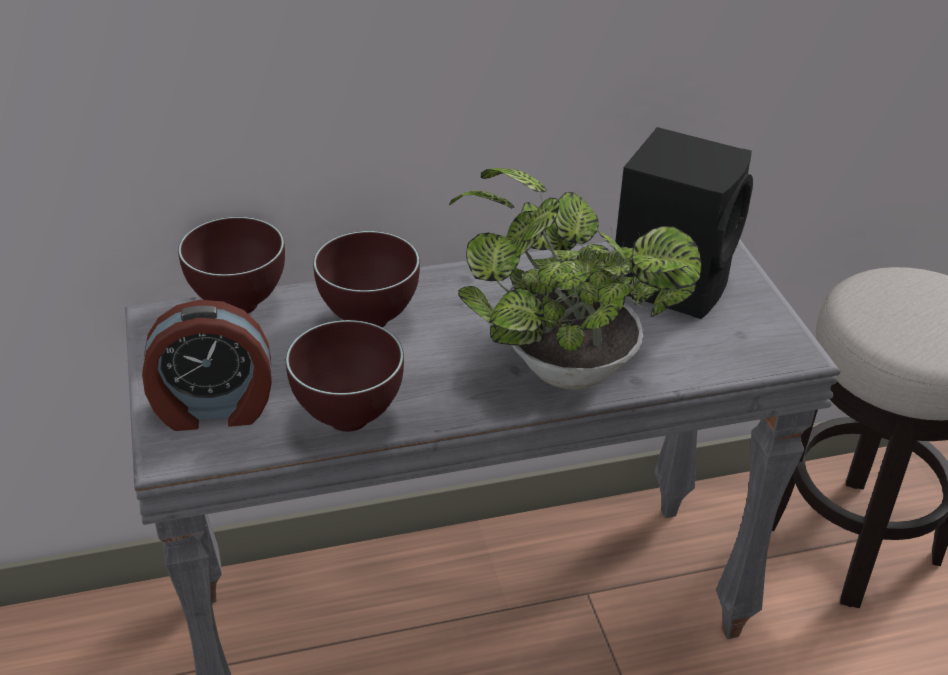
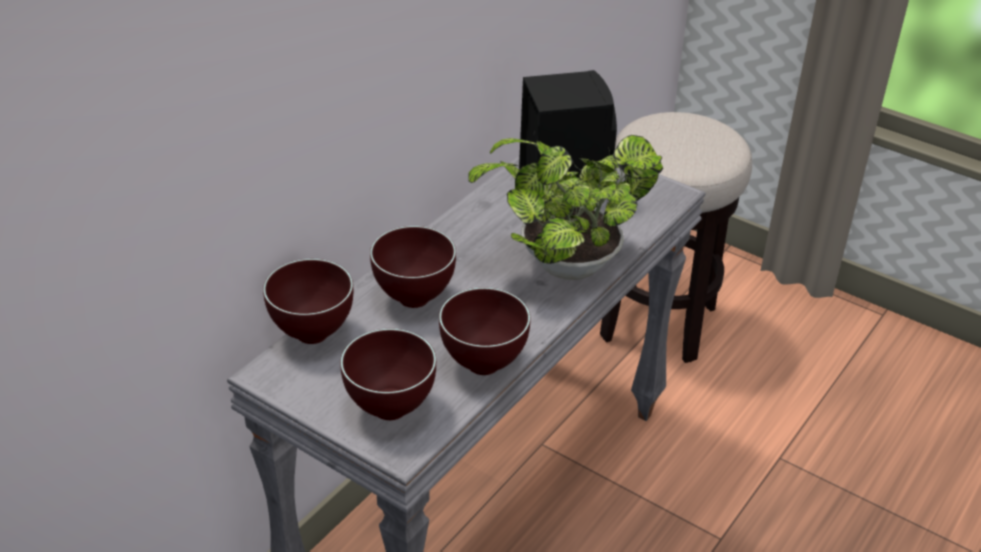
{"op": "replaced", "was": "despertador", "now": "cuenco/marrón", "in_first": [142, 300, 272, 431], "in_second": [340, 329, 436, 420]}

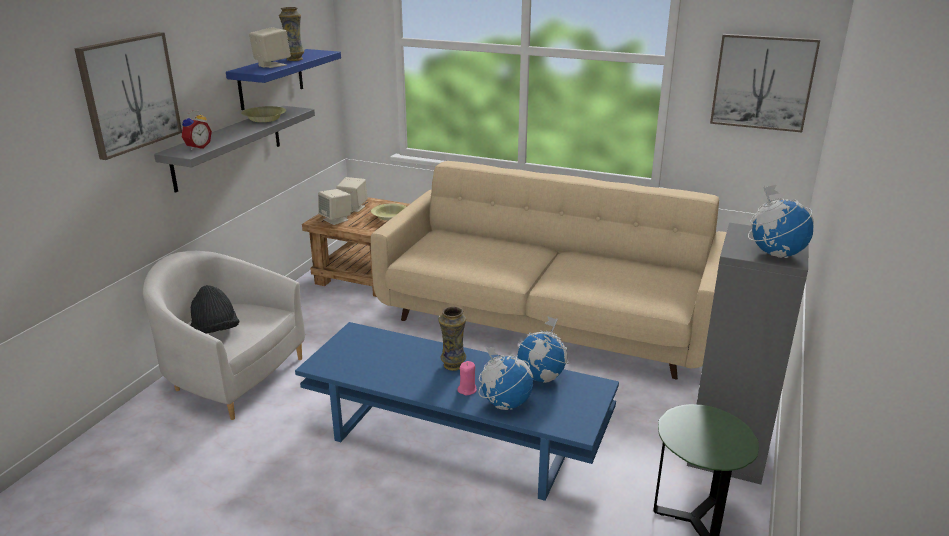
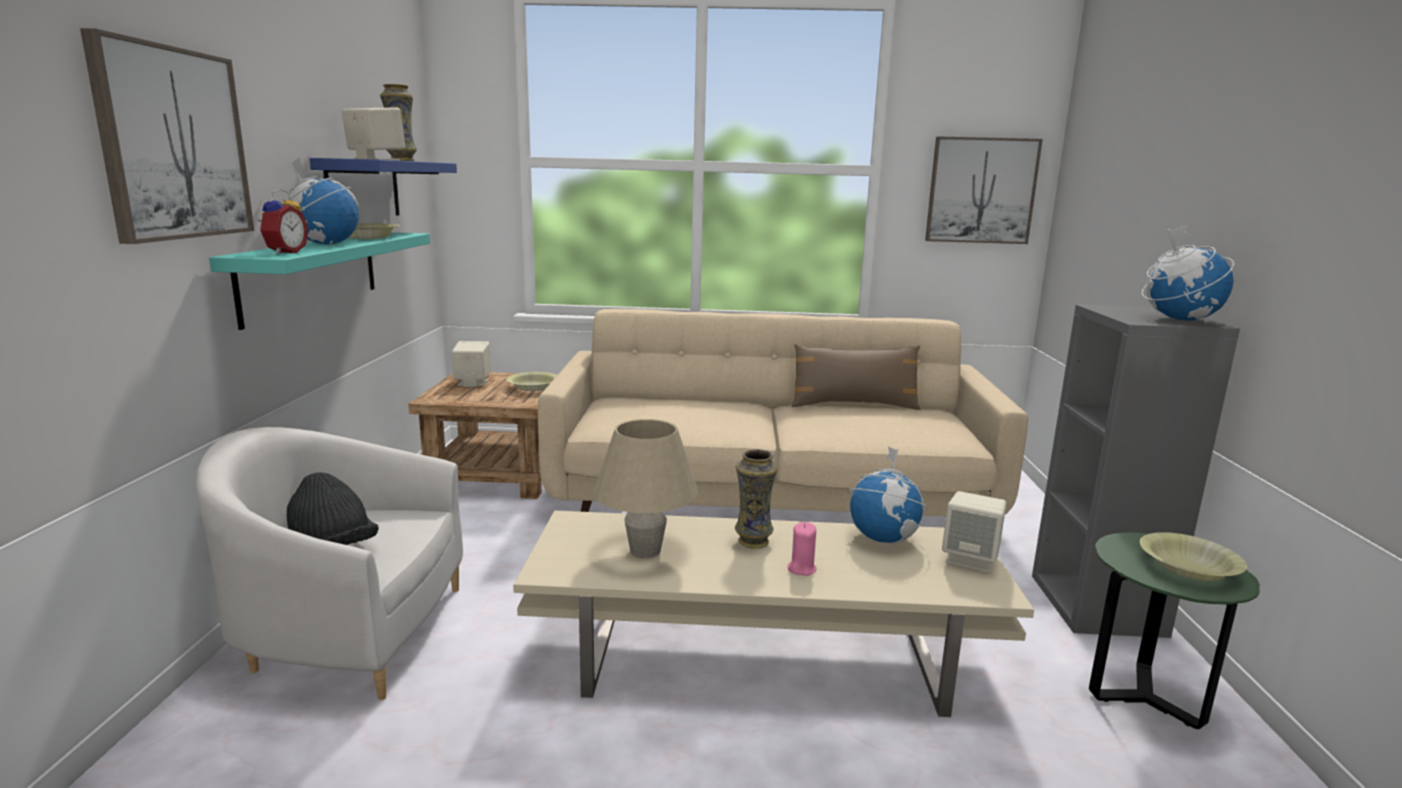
{"op": "recoloured", "was": "estante/gris", "now": "estante/turquesa", "in_first": [154, 106, 315, 193], "in_second": [209, 232, 430, 330]}
{"op": "recoloured", "was": "mesa de centro/azul", "now": "mesa de centro/beis", "in_first": [295, 322, 619, 501], "in_second": [513, 511, 1034, 717]}
{"op": "moved", "was": "altavoz/beis", "in_first": [318, 189, 351, 225], "in_second": [942, 491, 1006, 573]}
{"op": "moved", "was": "globo terráqueo", "in_first": [479, 347, 534, 410], "in_second": [288, 157, 359, 245]}
{"op": "added", "now": "lámpara de mesa/beis", "in_second": [593, 419, 698, 558]}
{"op": "added", "now": "cojín/marrón", "in_second": [792, 344, 921, 410]}
{"op": "added", "now": "cuenco/amarillo", "in_second": [1140, 532, 1247, 581]}

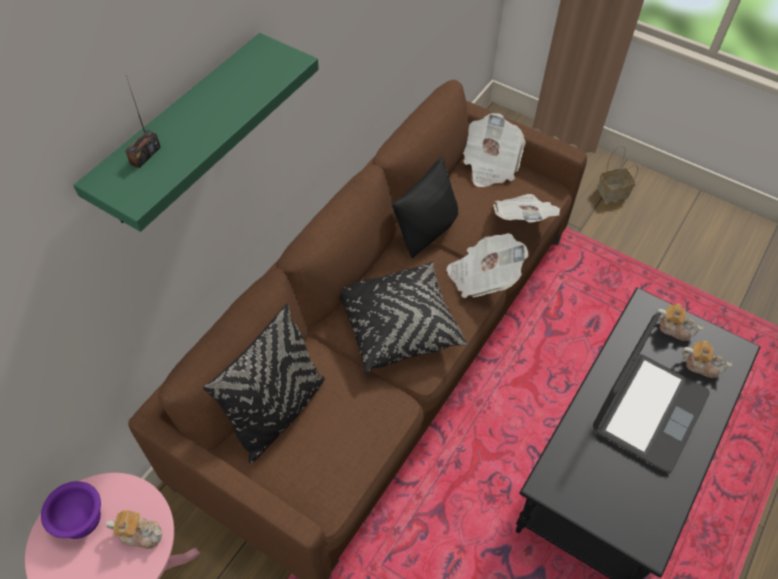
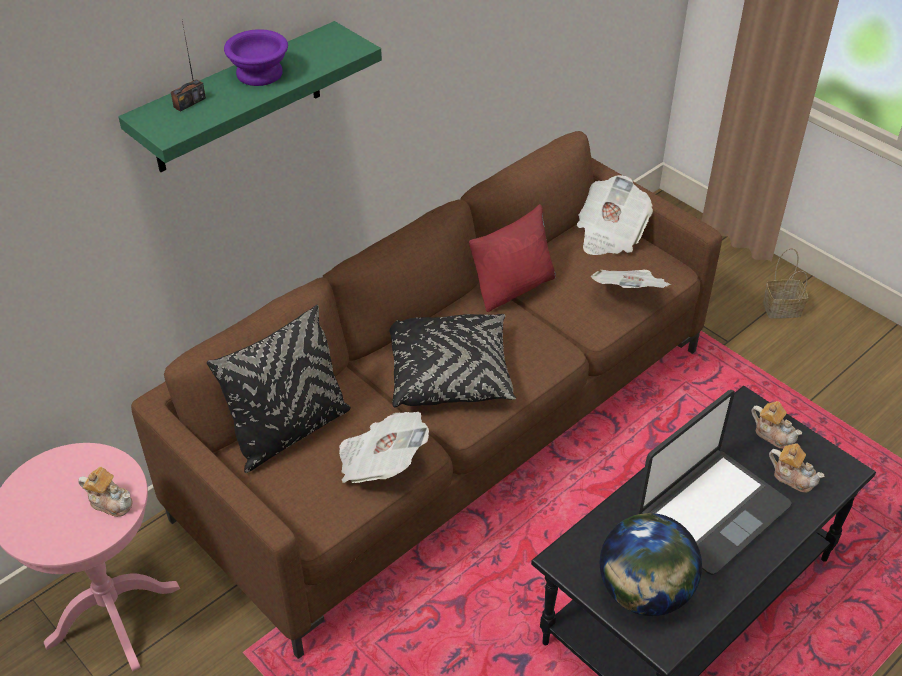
{"op": "moved", "was": "cuenco/morado", "in_first": [41, 481, 101, 539], "in_second": [224, 29, 288, 86]}
{"op": "recoloured", "was": "cojín/negro", "now": "cojín/rojo", "in_first": [392, 157, 458, 258], "in_second": [469, 204, 556, 312]}
{"op": "moved", "was": "periódico", "in_first": [446, 233, 529, 298], "in_second": [339, 412, 429, 483]}
{"op": "added", "now": "globo terráqueo", "in_second": [600, 513, 702, 616]}

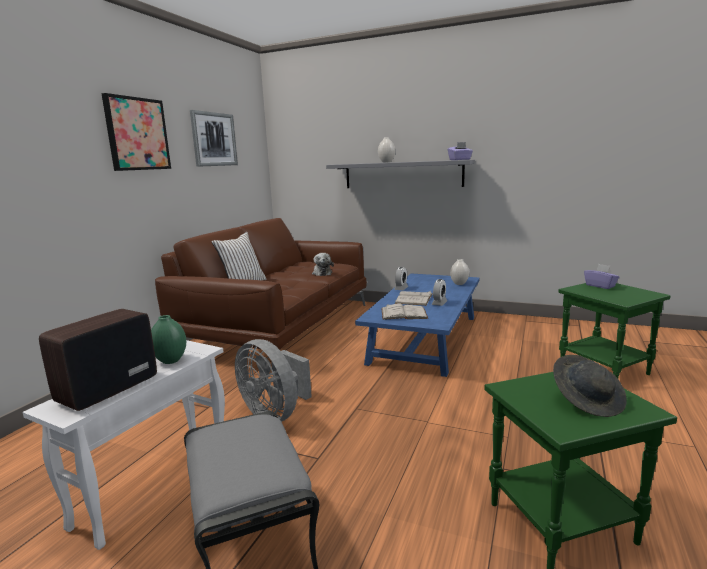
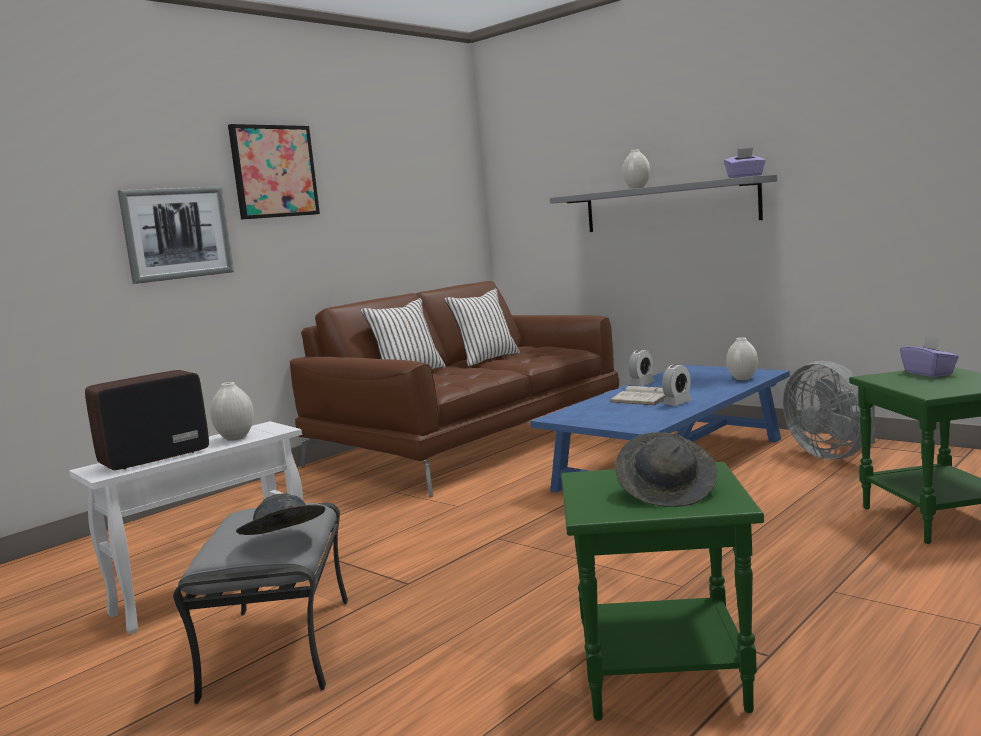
{"op": "recoloured", "was": "florero/verde", "now": "florero/blanco", "in_first": [151, 315, 186, 364], "in_second": [210, 382, 254, 441]}
{"op": "moved", "was": "cuadro", "in_first": [190, 110, 238, 167], "in_second": [118, 187, 234, 284]}
{"op": "moved", "was": "ventilador/gris", "in_first": [235, 339, 312, 422], "in_second": [783, 361, 875, 460]}
{"op": "removed", "was": "peluche", "in_first": [312, 253, 334, 276]}
{"op": "removed", "was": "libro/blanco", "in_first": [381, 303, 428, 320]}
{"op": "added", "now": "sombrero/gris", "in_second": [236, 493, 325, 535]}
{"op": "added", "now": "cojín/blanco", "in_second": [444, 288, 520, 366]}

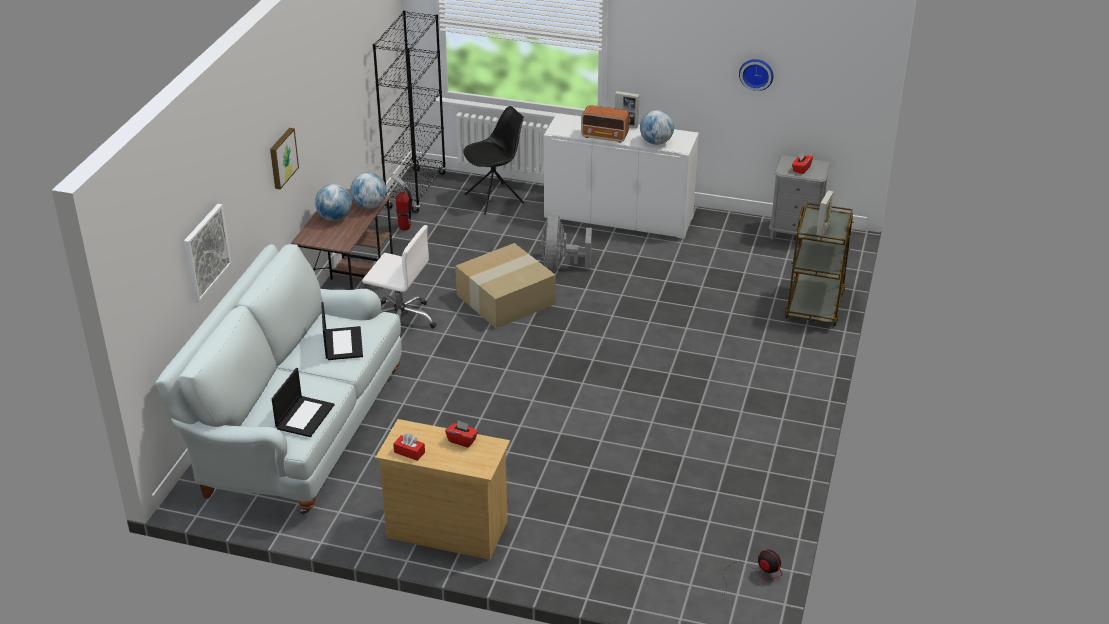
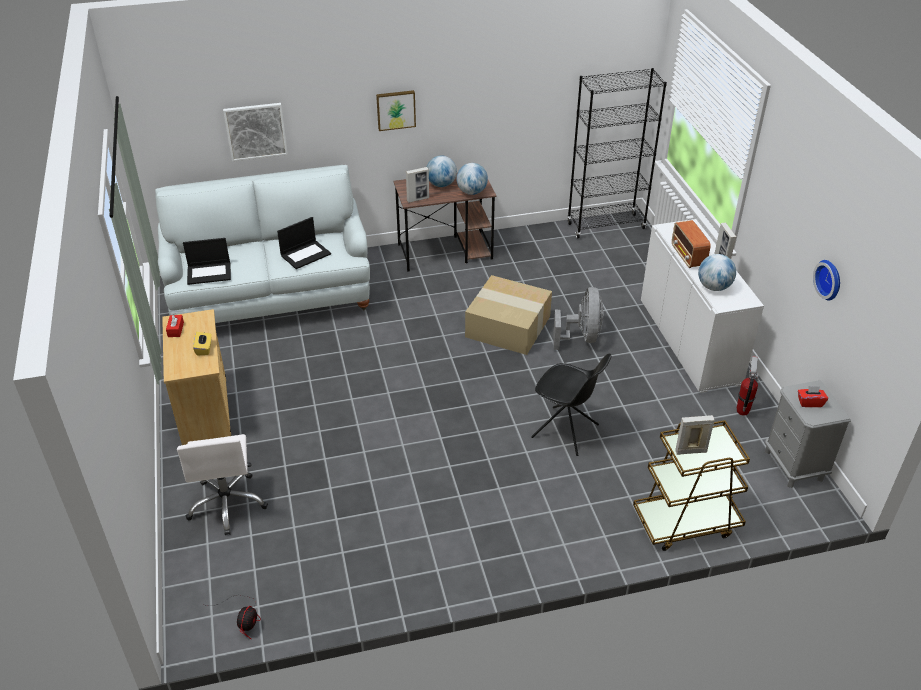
{"op": "moved", "was": "silla de oficina/blanco", "in_first": [362, 225, 437, 329], "in_second": [177, 434, 268, 535]}
{"op": "moved", "was": "extintor", "in_first": [390, 174, 412, 231], "in_second": [737, 356, 759, 416]}
{"op": "recoloured", "was": "caja de pañuelos/rojo", "now": "caja de pañuelos/amarillo", "in_first": [445, 420, 478, 448], "in_second": [193, 331, 212, 356]}
{"op": "moved", "was": "silla/negro", "in_first": [463, 106, 524, 215], "in_second": [531, 353, 611, 456]}
{"op": "turned", "was": "ventilador/gris", "in_first": [541, 214, 592, 272], "in_second": [553, 287, 604, 350], "clockwise": 120}
{"op": "added", "now": "portarretratos", "in_second": [406, 167, 429, 203]}

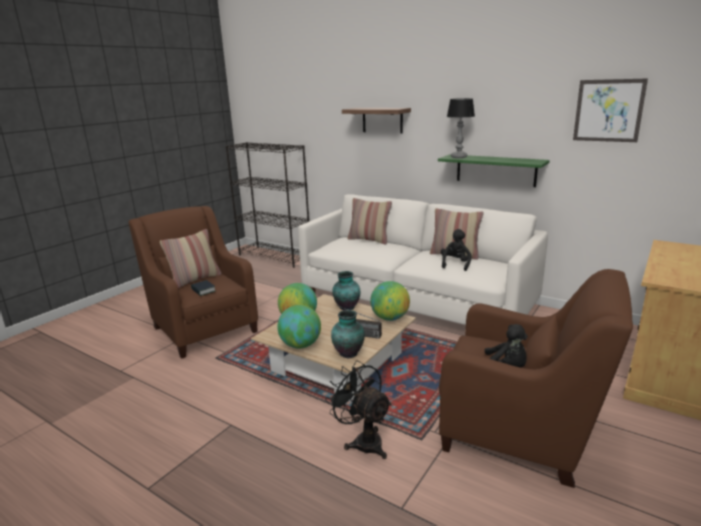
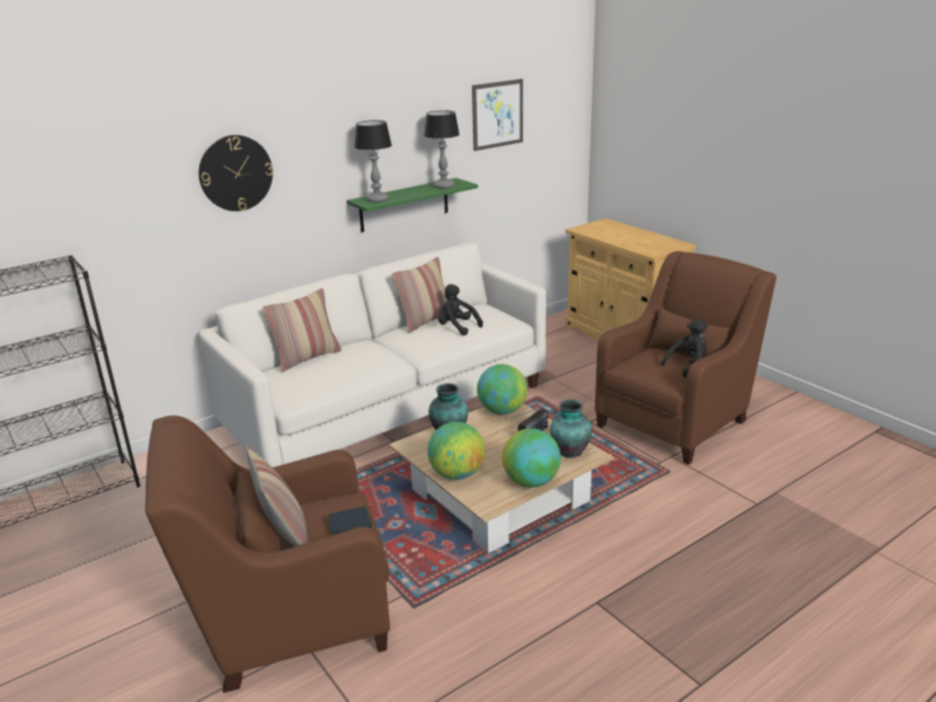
{"op": "removed", "was": "ventilador/negro", "in_first": [325, 360, 392, 459]}
{"op": "replaced", "was": "estante", "now": "reloj de pared", "in_first": [342, 108, 411, 134], "in_second": [199, 135, 273, 211]}
{"op": "added", "now": "lámpara de mesa", "in_second": [424, 110, 460, 189]}

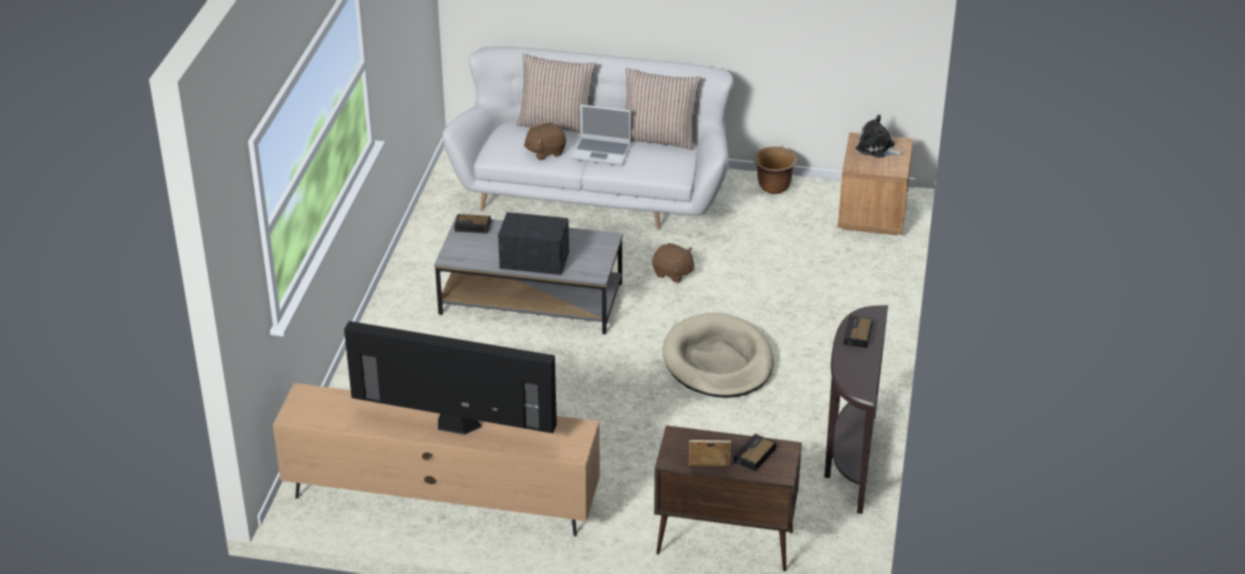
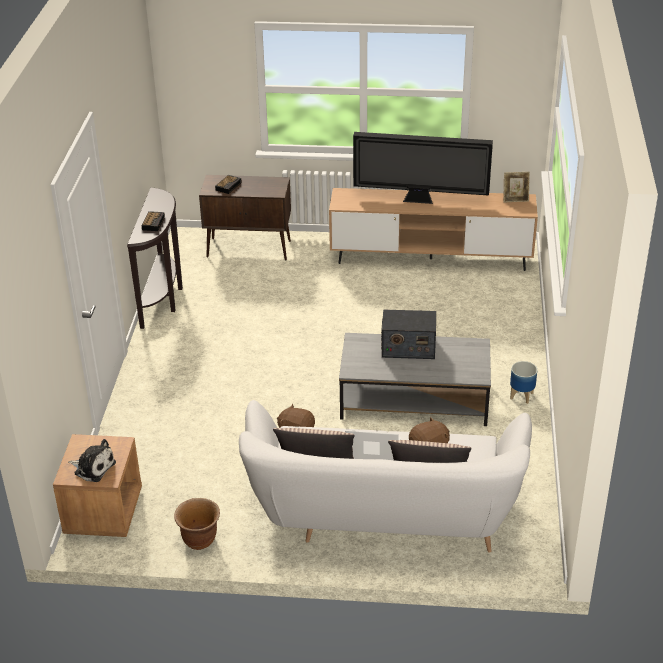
{"op": "removed", "was": "despertador", "in_first": [454, 214, 491, 234]}
{"op": "removed", "was": "cama para perro/beis", "in_first": [663, 313, 774, 398]}
{"op": "moved", "was": "portarretratos", "in_first": [689, 440, 731, 467], "in_second": [503, 172, 530, 203]}
{"op": "added", "now": "maceta", "in_second": [510, 361, 537, 404]}

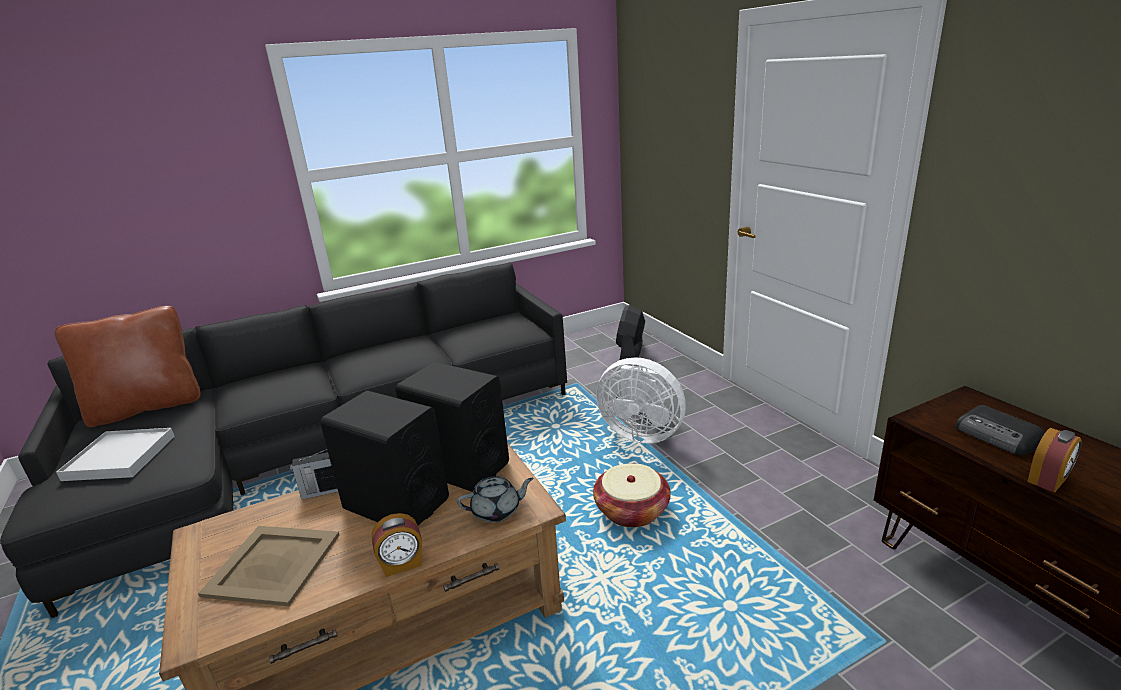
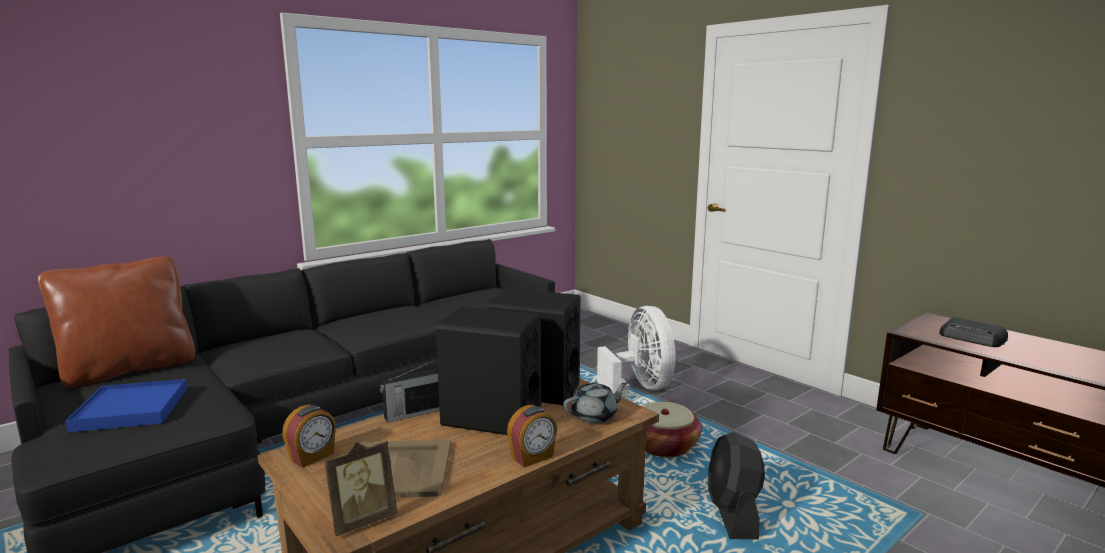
{"op": "recoloured", "was": "bandeja/blanco", "now": "bandeja/azul", "in_first": [56, 428, 175, 481], "in_second": [65, 379, 187, 433]}
{"op": "turned", "was": "ventilador/blanco", "in_first": [596, 358, 686, 444], "in_second": [597, 306, 676, 394], "clockwise": -120}
{"op": "moved", "was": "ventilador/negro", "in_first": [616, 305, 645, 360], "in_second": [708, 432, 765, 539]}
{"op": "moved", "was": "despertador", "in_first": [1027, 428, 1082, 493], "in_second": [282, 405, 336, 468]}
{"op": "added", "now": "portarretratos", "in_second": [324, 440, 397, 536]}

